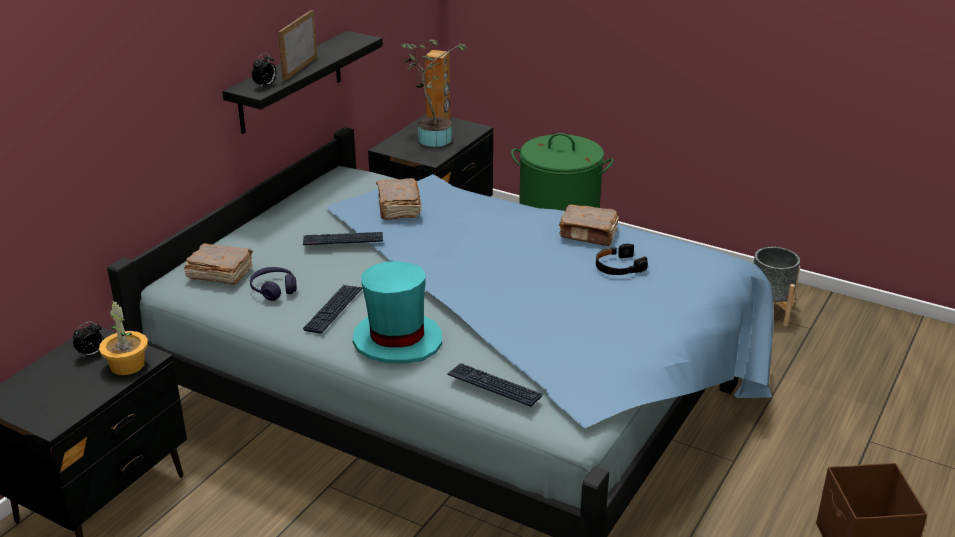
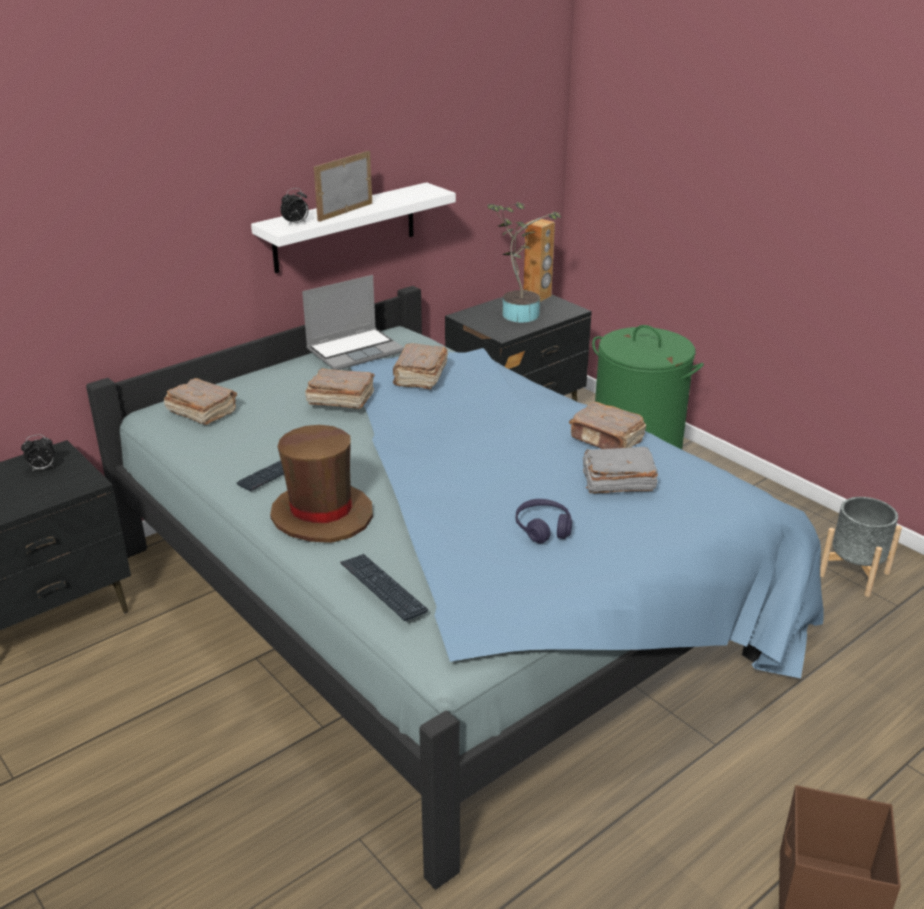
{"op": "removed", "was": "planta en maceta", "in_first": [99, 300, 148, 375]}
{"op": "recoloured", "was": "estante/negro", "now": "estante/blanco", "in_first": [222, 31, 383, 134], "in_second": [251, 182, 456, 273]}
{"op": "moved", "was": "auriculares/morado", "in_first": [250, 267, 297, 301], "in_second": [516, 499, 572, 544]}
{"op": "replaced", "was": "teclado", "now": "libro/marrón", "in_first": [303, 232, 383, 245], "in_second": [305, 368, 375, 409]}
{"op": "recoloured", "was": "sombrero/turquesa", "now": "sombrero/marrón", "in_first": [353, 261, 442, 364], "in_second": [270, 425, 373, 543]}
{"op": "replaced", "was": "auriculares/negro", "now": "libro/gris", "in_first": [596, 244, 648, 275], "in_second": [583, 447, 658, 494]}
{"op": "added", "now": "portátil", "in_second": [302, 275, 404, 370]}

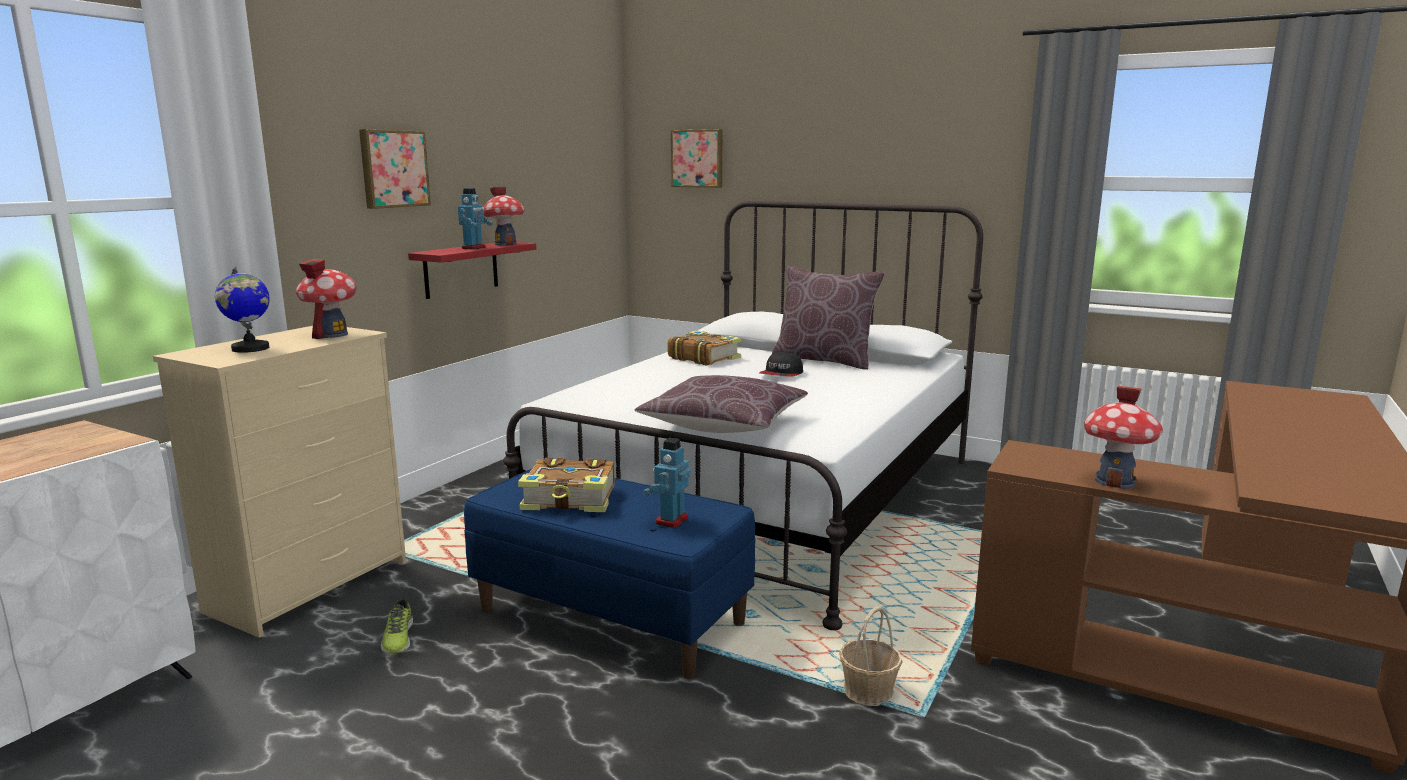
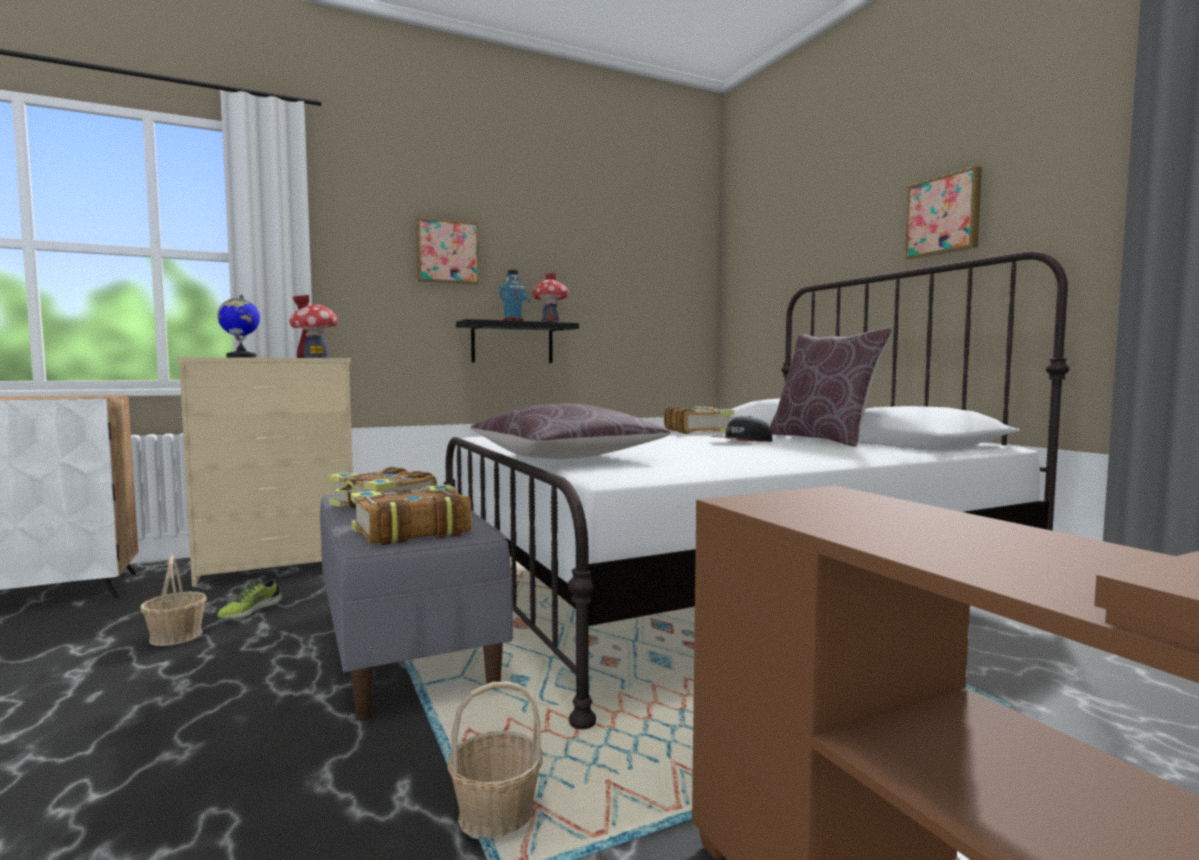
{"op": "recoloured", "was": "estante/rojo", "now": "estante/negro", "in_first": [408, 242, 536, 299], "in_second": [456, 319, 579, 363]}
{"op": "recoloured", "was": "banco/azul", "now": "banco/gris", "in_first": [464, 469, 756, 679], "in_second": [320, 495, 513, 719]}
{"op": "replaced", "was": "robot de juguete", "now": "libro", "in_first": [643, 438, 691, 528], "in_second": [351, 484, 471, 545]}
{"op": "moved", "was": "cuadro", "in_first": [671, 129, 722, 188], "in_second": [905, 166, 982, 259]}
{"op": "removed", "was": "casita", "in_first": [1084, 386, 1163, 489]}
{"op": "added", "now": "cesta", "in_second": [140, 555, 207, 646]}

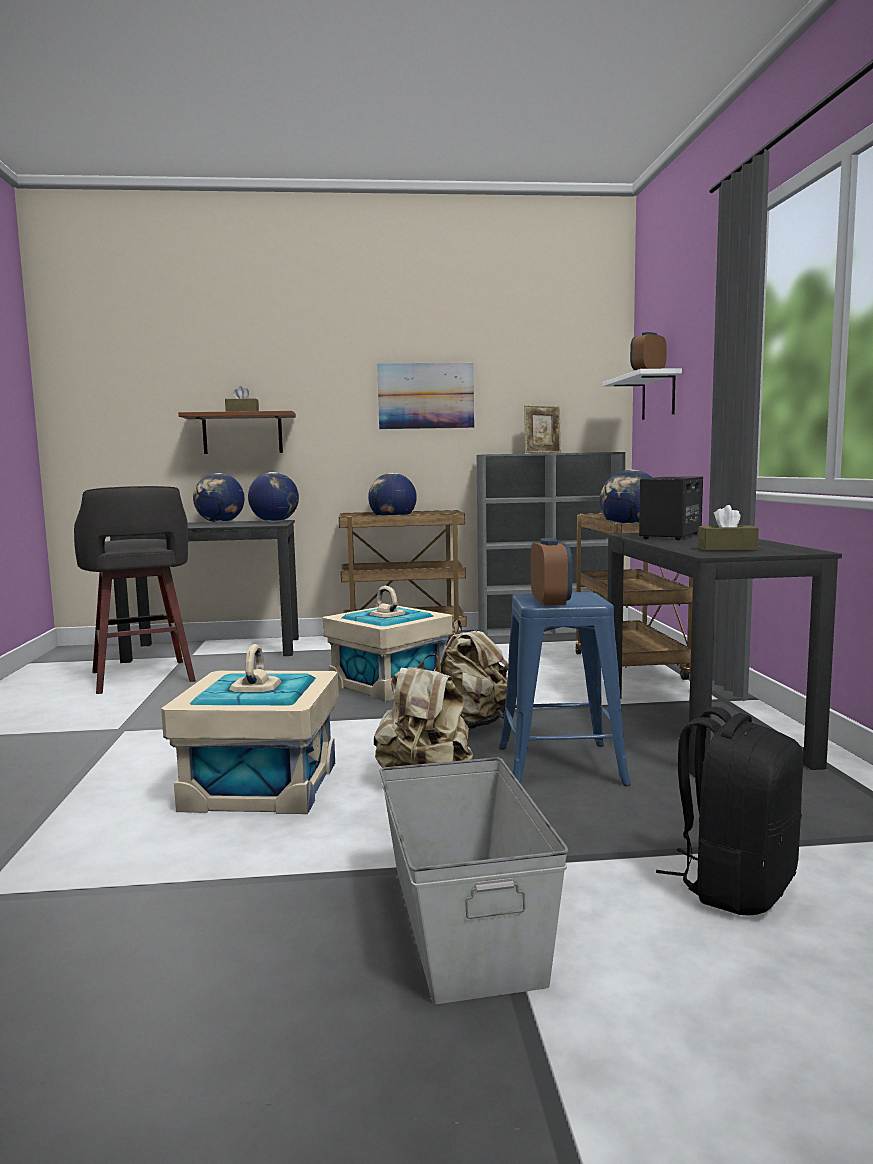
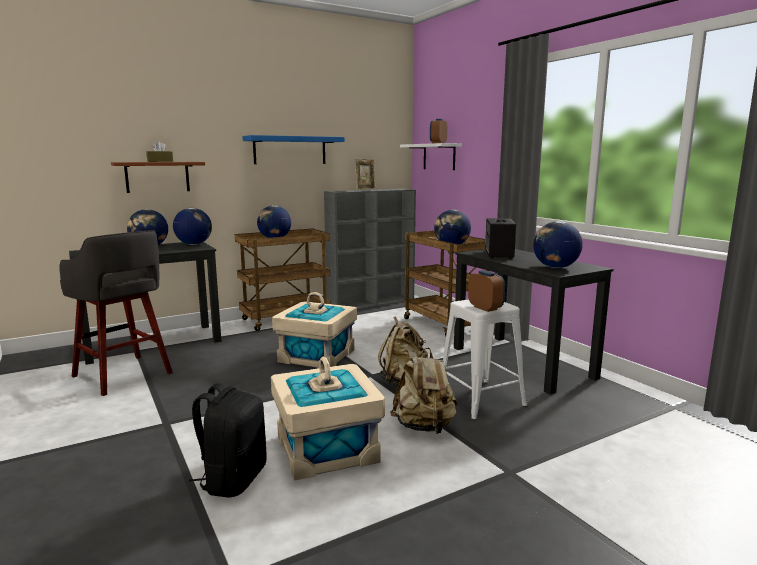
{"op": "replaced", "was": "cuadro", "now": "estante/azul", "in_first": [377, 363, 474, 429], "in_second": [242, 135, 345, 164]}
{"op": "removed", "was": "caja de almacenaje/gris", "in_first": [380, 757, 568, 1004]}
{"op": "recoloured", "was": "taburete/azul", "now": "taburete/blanco", "in_first": [499, 592, 631, 786], "in_second": [443, 299, 527, 421]}
{"op": "moved", "was": "mochila/negro", "in_first": [656, 707, 803, 916], "in_second": [189, 383, 267, 498]}
{"op": "replaced", "was": "caja de pañuelos/marrón", "now": "globo terráqueo", "in_first": [698, 505, 759, 551], "in_second": [533, 221, 583, 268]}

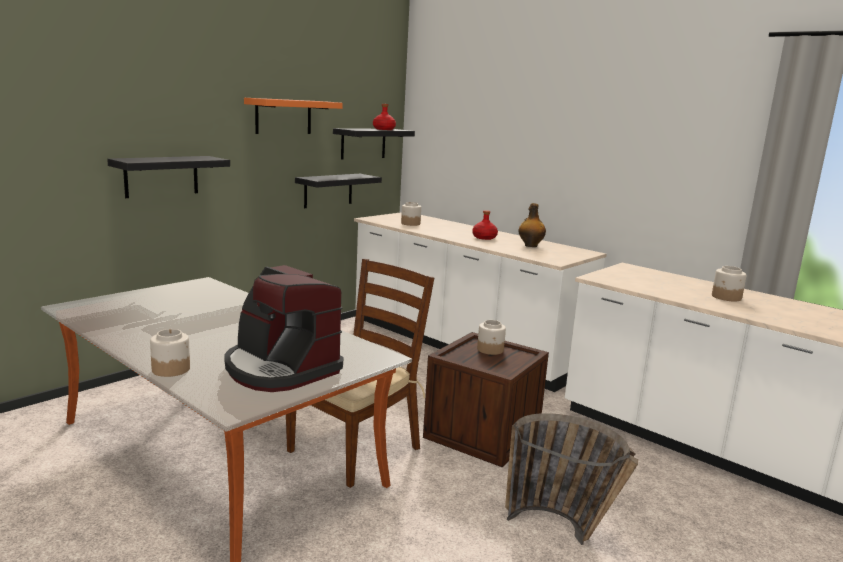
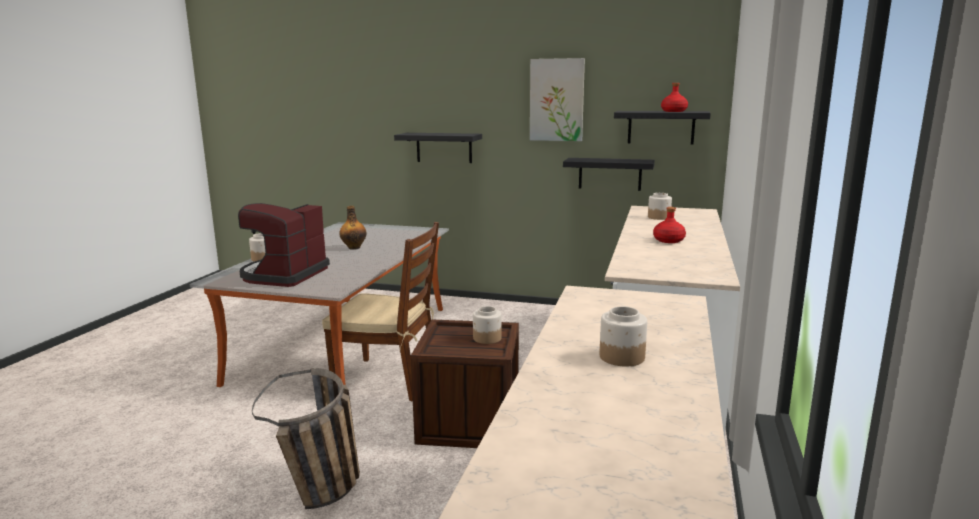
{"op": "replaced", "was": "estante/naranja", "now": "cuadro", "in_first": [244, 98, 343, 134], "in_second": [530, 58, 585, 141]}
{"op": "moved", "was": "botella", "in_first": [519, 203, 546, 247], "in_second": [339, 206, 366, 250]}

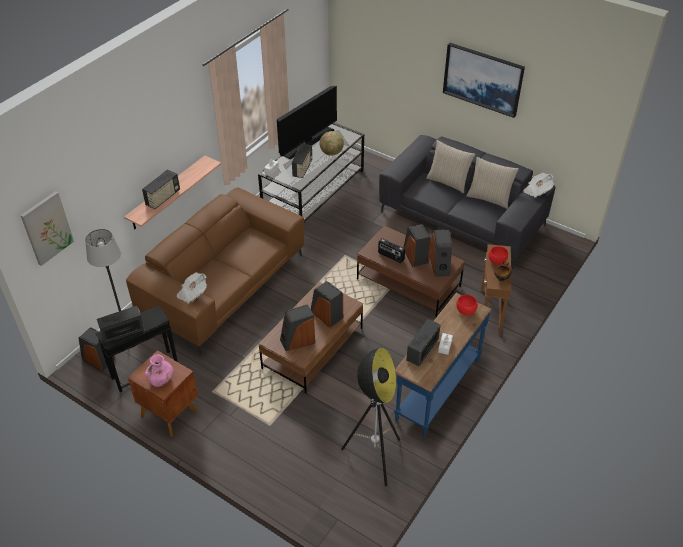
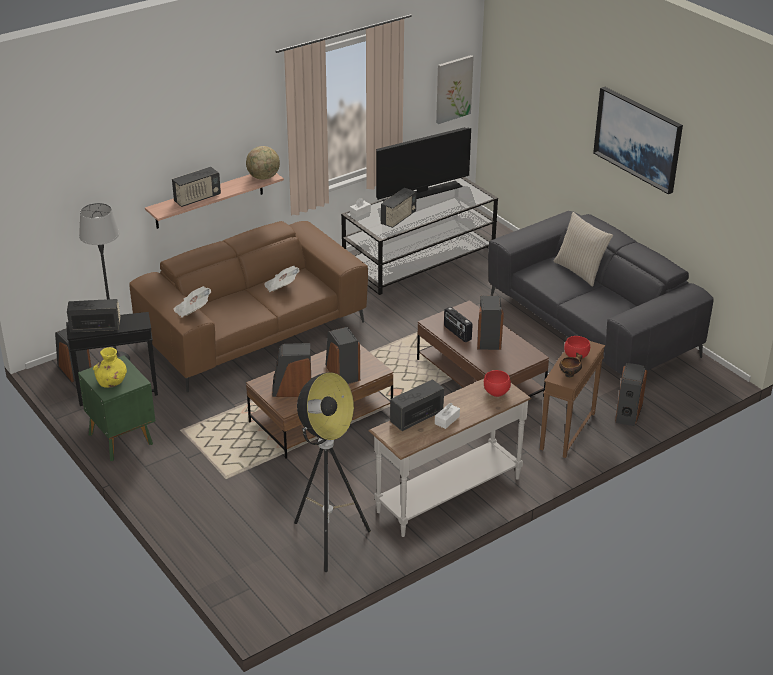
{"op": "moved", "was": "cuadro", "in_first": [20, 191, 74, 266], "in_second": [436, 55, 474, 124]}
{"op": "recoloured", "was": "mesita de noche/marrón", "now": "mesita de noche/verde", "in_first": [128, 350, 198, 437], "in_second": [78, 355, 155, 461]}
{"op": "recoloured", "was": "florero/rosa", "now": "florero/amarillo", "in_first": [144, 354, 173, 387], "in_second": [93, 347, 127, 388]}
{"op": "moved", "was": "globo terráqueo", "in_first": [320, 131, 344, 156], "in_second": [246, 146, 280, 180]}
{"op": "recoloured", "was": "mesa consola/azul", "now": "mesa consola/blanco", "in_first": [394, 293, 492, 437], "in_second": [368, 379, 532, 537]}
{"op": "moved", "was": "altavoz", "in_first": [430, 230, 452, 277], "in_second": [615, 362, 648, 426]}
{"op": "removed", "was": "cojín/beis", "in_first": [466, 157, 519, 209]}
{"op": "moved", "was": "periódico", "in_first": [524, 173, 554, 198], "in_second": [264, 266, 300, 292]}

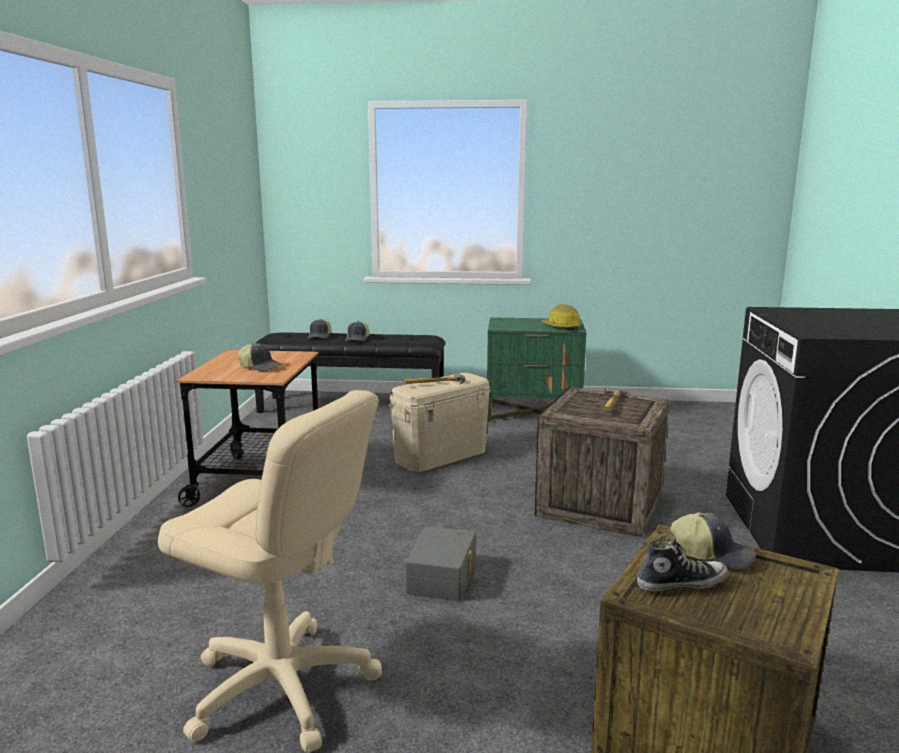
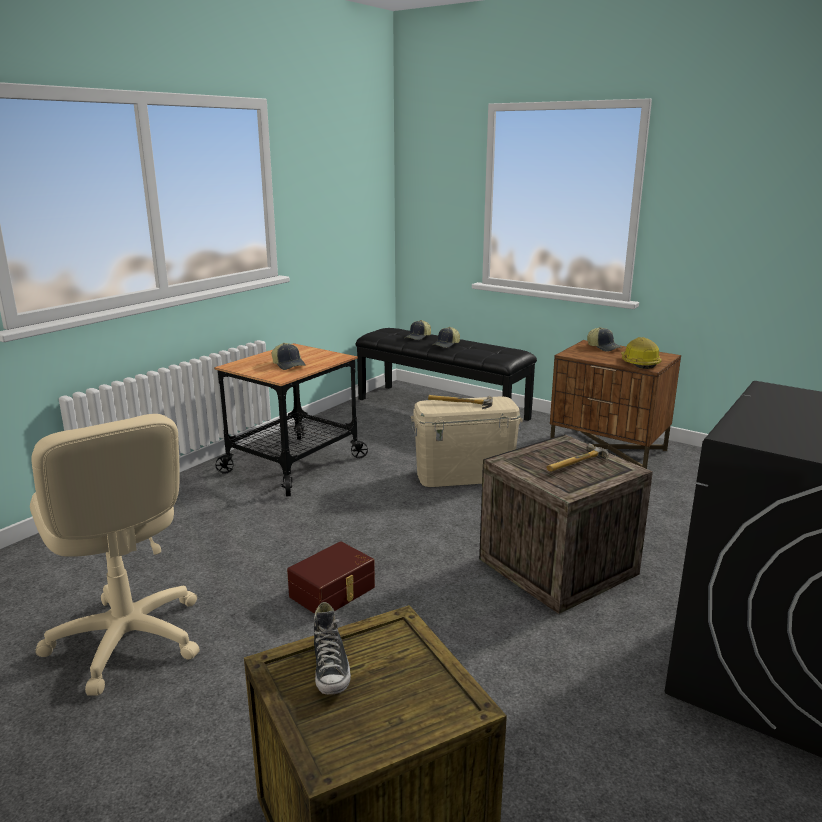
{"op": "recoloured", "was": "caja de almacenaje/gris", "now": "caja de almacenaje/marrón", "in_first": [405, 526, 476, 601], "in_second": [287, 541, 375, 614]}
{"op": "recoloured", "was": "mesita de noche/verde", "now": "mesita de noche/marrón", "in_first": [487, 317, 586, 422], "in_second": [550, 340, 681, 469]}
{"op": "turned", "was": "zapato", "in_first": [637, 534, 728, 591], "in_second": [314, 602, 351, 695], "clockwise": 60}
{"op": "moved", "was": "gorra", "in_first": [670, 512, 756, 570], "in_second": [587, 327, 622, 352]}

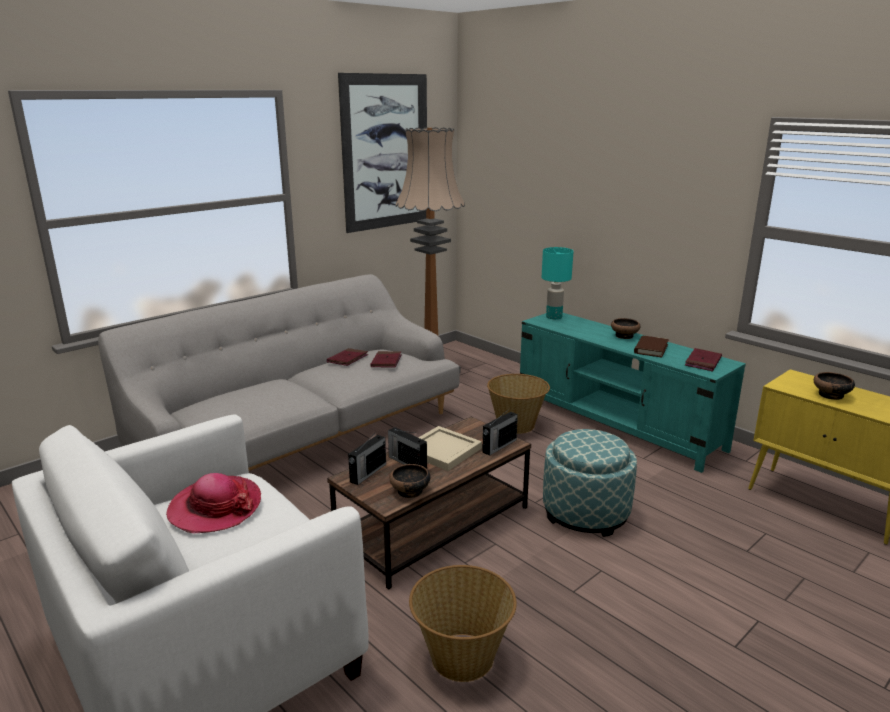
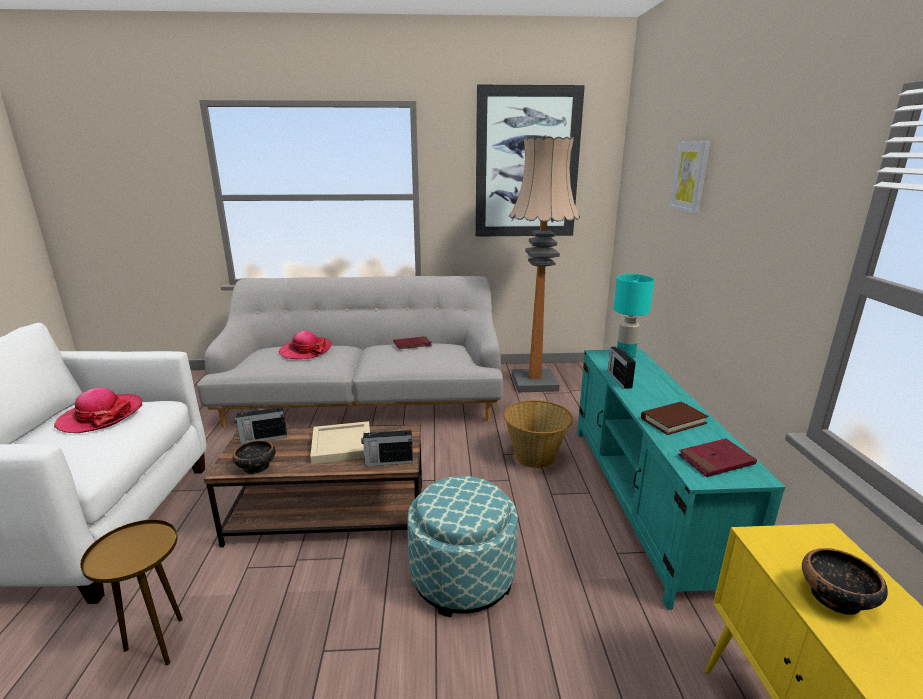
{"op": "removed", "was": "libro/rojo", "in_first": [370, 351, 402, 368]}
{"op": "moved", "was": "radio", "in_first": [388, 427, 427, 469], "in_second": [608, 347, 636, 389]}
{"op": "replaced", "was": "cesta", "now": "mesa auxiliar/marrón", "in_first": [409, 565, 517, 682], "in_second": [80, 520, 183, 665]}
{"op": "removed", "was": "cuenco", "in_first": [611, 318, 640, 339]}
{"op": "added", "now": "sombrero", "in_second": [279, 331, 332, 359]}
{"op": "added", "now": "cuadro", "in_second": [669, 141, 710, 214]}

